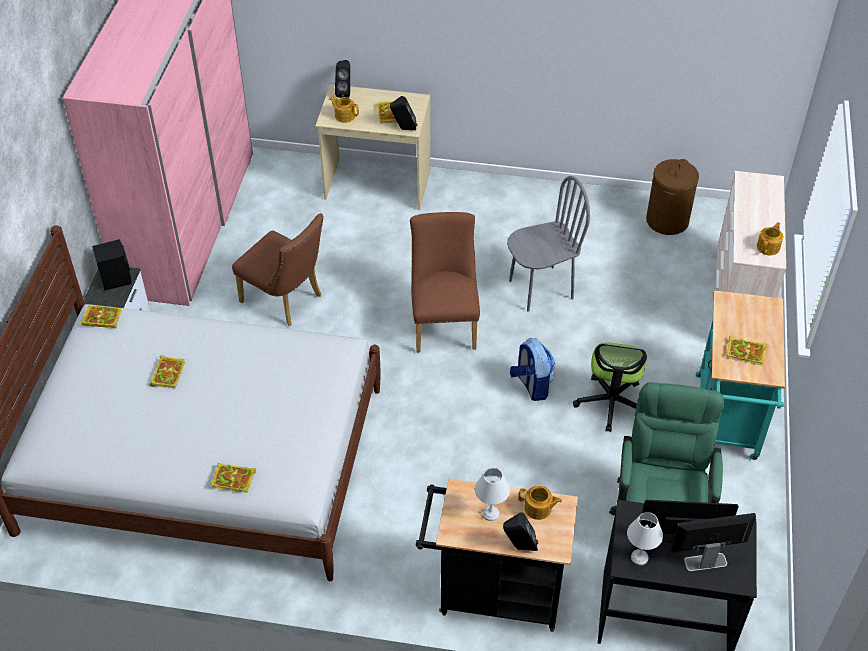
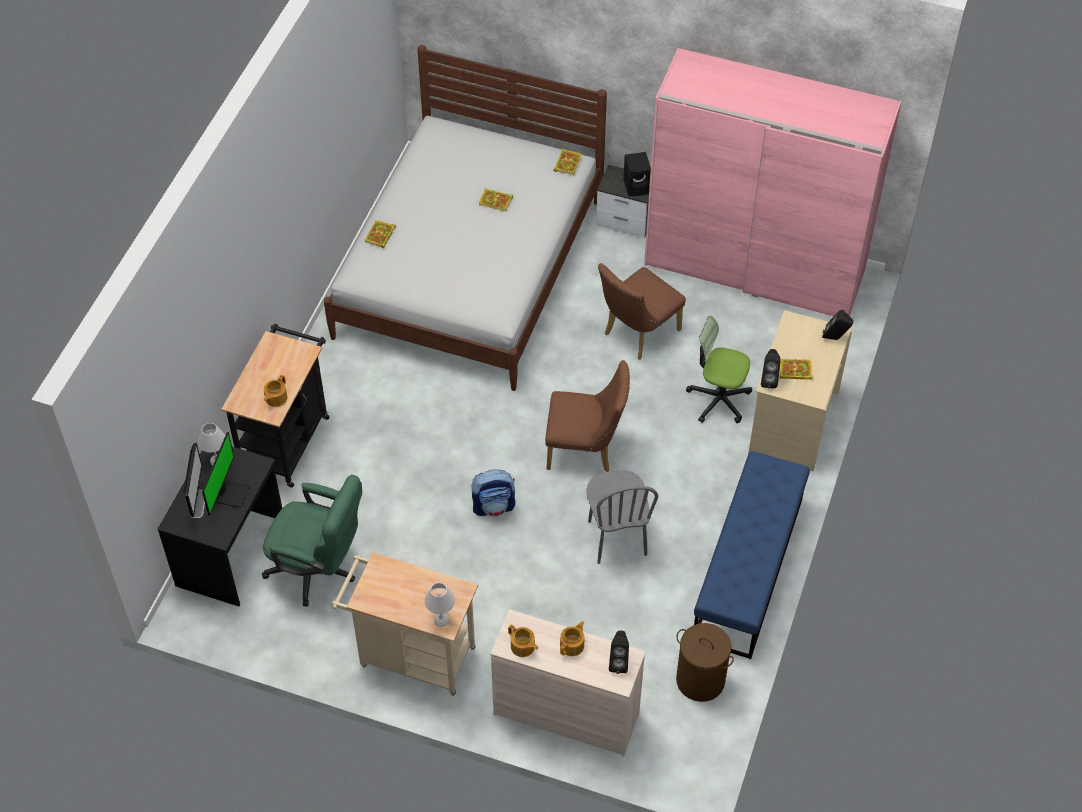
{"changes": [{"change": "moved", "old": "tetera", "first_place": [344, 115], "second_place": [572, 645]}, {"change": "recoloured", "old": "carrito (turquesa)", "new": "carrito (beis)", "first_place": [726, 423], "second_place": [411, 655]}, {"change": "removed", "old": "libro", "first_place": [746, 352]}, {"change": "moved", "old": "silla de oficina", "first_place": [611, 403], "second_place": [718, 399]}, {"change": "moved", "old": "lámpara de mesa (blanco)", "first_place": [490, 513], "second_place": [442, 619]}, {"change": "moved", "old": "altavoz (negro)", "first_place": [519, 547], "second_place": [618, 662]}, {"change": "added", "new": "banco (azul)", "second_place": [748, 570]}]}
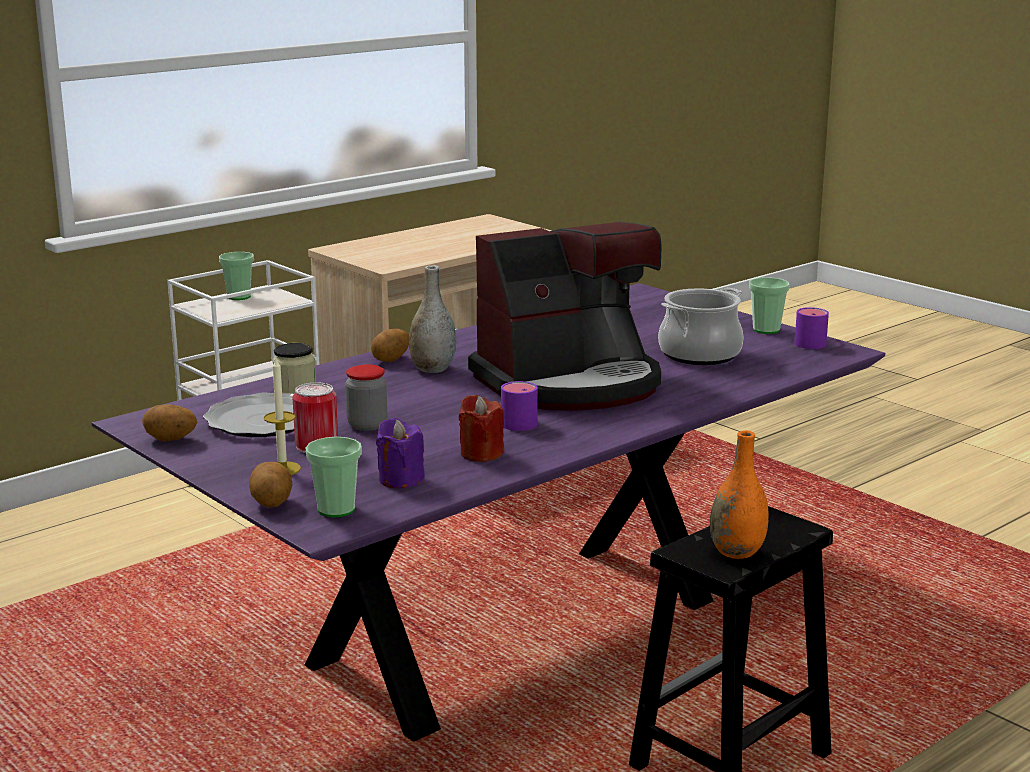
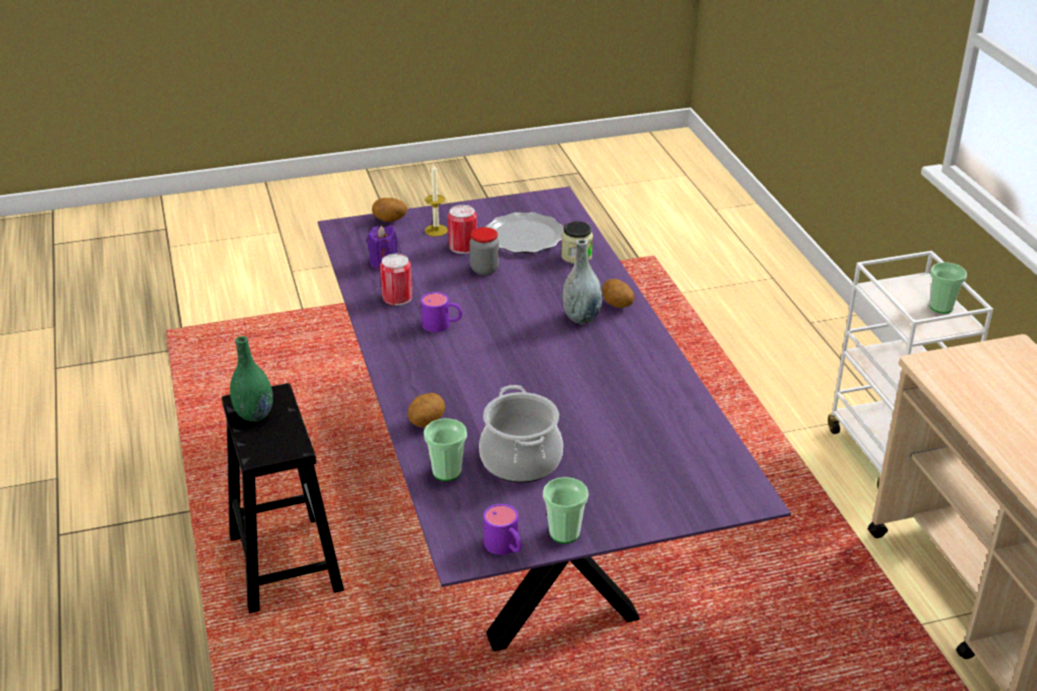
{"changes": [{"change": "removed", "old": "cafetera", "first_place": [570, 383]}, {"change": "replaced", "old": "vela (rojo)", "new": "lata", "first_place": [481, 454], "second_place": [397, 297]}, {"change": "moved", "old": "patata", "first_place": [170, 440], "second_place": [426, 422]}, {"change": "recoloured", "old": "florero (naranja)", "new": "florero (verde)", "first_place": [737, 552], "second_place": [254, 415]}, {"change": "moved", "old": "taza", "first_place": [336, 509], "second_place": [446, 472]}]}
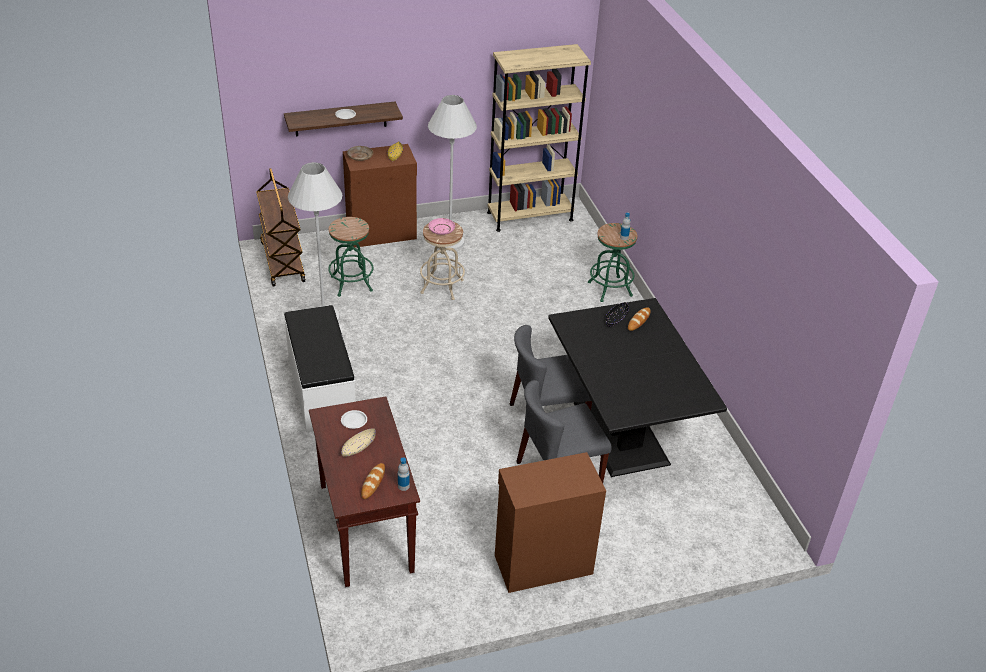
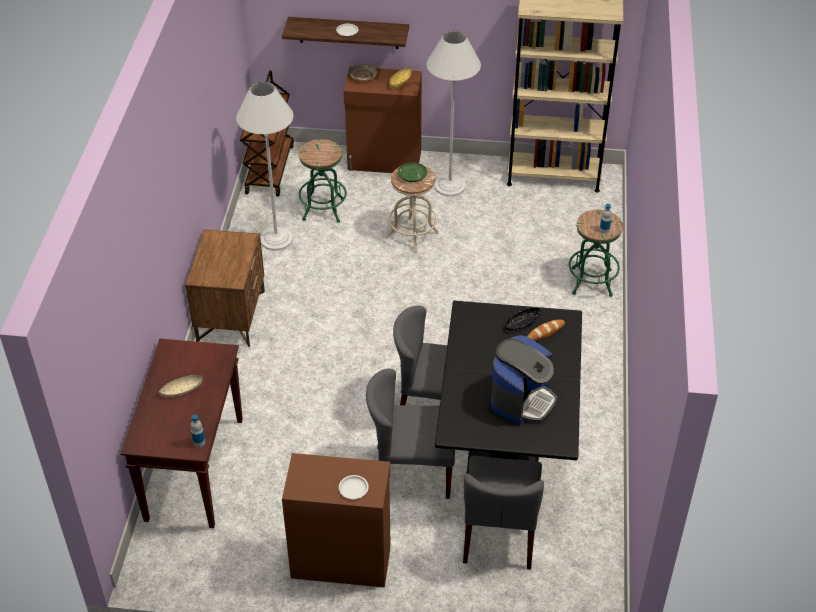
{"changes": [{"change": "recoloured", "old": "plato (rosa)", "new": "plato (verde)", "first_place": [441, 230], "second_place": [412, 176]}, {"change": "replaced", "old": "banco (blanco)", "new": "mesita de noche (marrón)", "first_place": [320, 390], "second_place": [231, 316]}, {"change": "moved", "old": "plato (blanco)", "first_place": [353, 421], "second_place": [353, 488]}, {"change": "removed", "old": "pan", "first_place": [373, 482]}, {"change": "added", "new": "cafetera", "second_place": [522, 400]}, {"change": "added", "new": "silla (gris)", "second_place": [499, 534]}]}
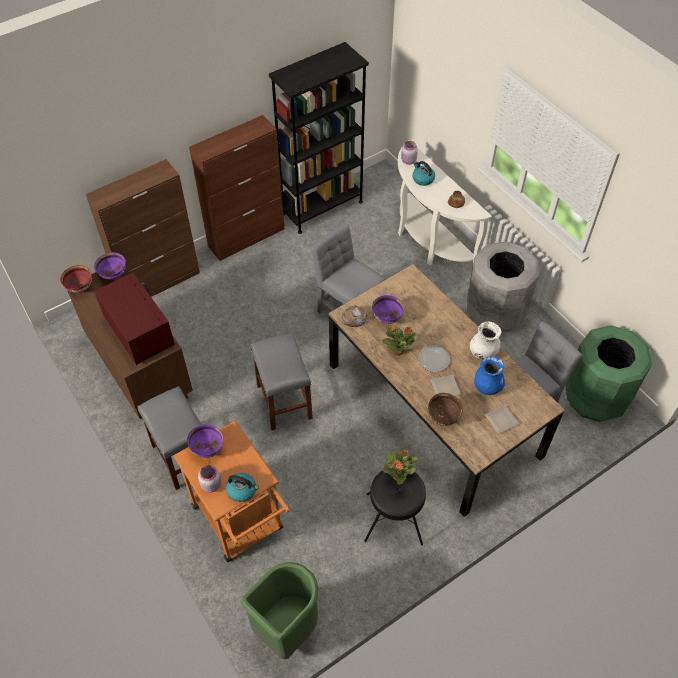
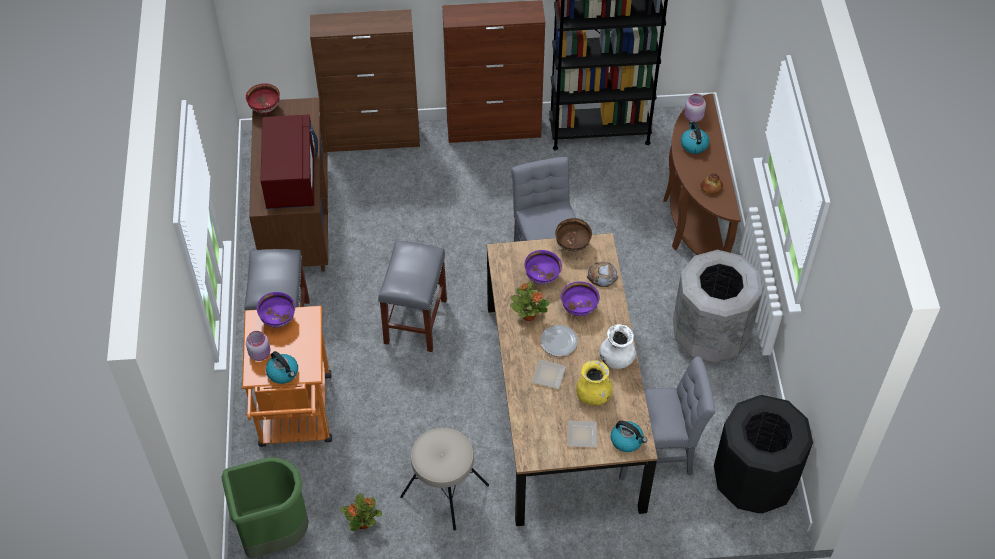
{"changes": [{"change": "recoloured", "old": "mesa consola (blanco)", "new": "mesa consola (marrón)", "first_place": [427, 241], "second_place": [692, 221]}, {"change": "moved", "old": "cuenco (morado)", "first_place": [113, 275], "second_place": [579, 309]}, {"change": "moved", "old": "pan", "first_place": [354, 318], "second_place": [602, 276]}, {"change": "recoloured", "old": "papelera (verde)", "new": "papelera (negro)", "first_place": [595, 398], "second_place": [754, 482]}, {"change": "recoloured", "old": "florero (azul)", "new": "florero (amarillo)", "first_place": [487, 386], "second_place": [593, 395]}, {"change": "moved", "old": "cuenco (marrón)", "first_place": [443, 417], "second_place": [573, 245]}, {"change": "moved", "old": "planta en maceta", "first_place": [398, 475], "second_place": [363, 523]}, {"change": "recoloured", "old": "taburete (negro)", "new": "taburete (beis)", "first_place": [394, 519], "second_place": [444, 491]}, {"change": "added", "new": "hervidor", "second_place": [627, 440]}]}
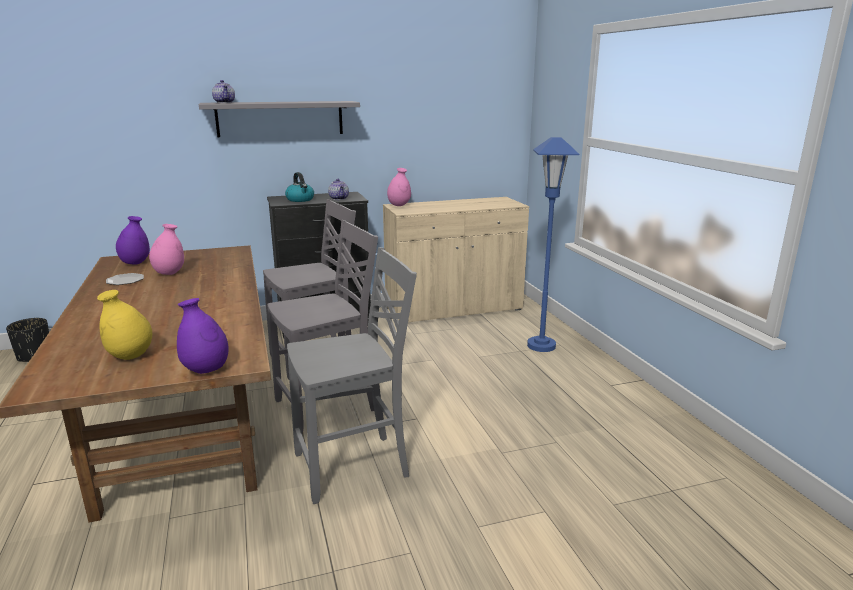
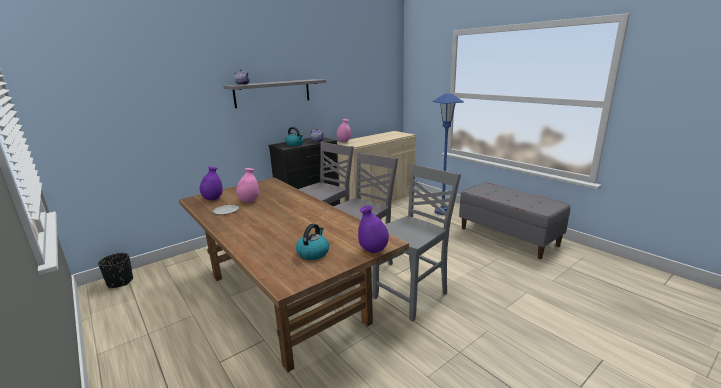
{"changes": [{"change": "replaced", "old": "florero (amarillo)", "new": "hervidor", "first_place": [130, 356], "second_place": [313, 253]}, {"change": "added", "new": "banco (gris)", "second_place": [508, 236]}]}
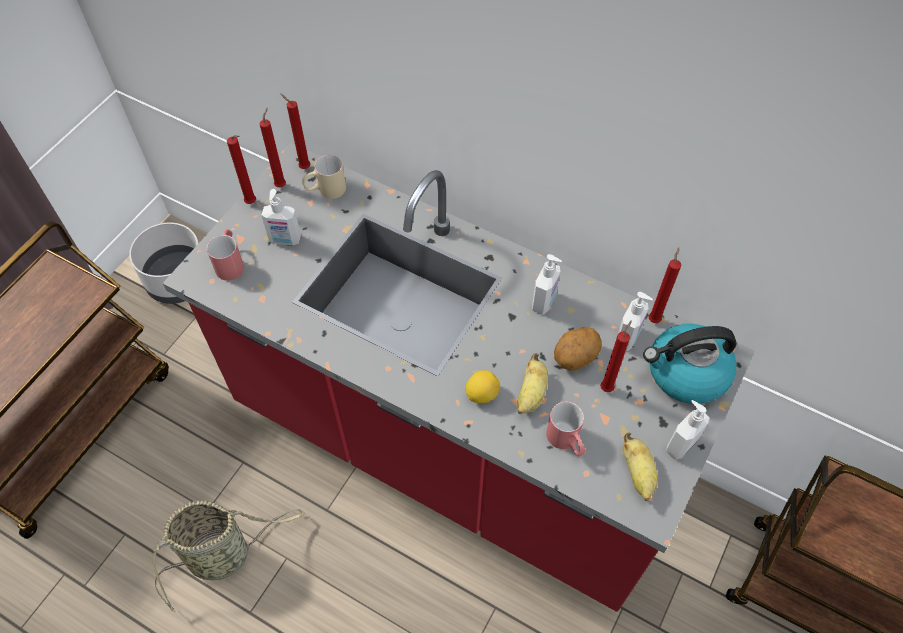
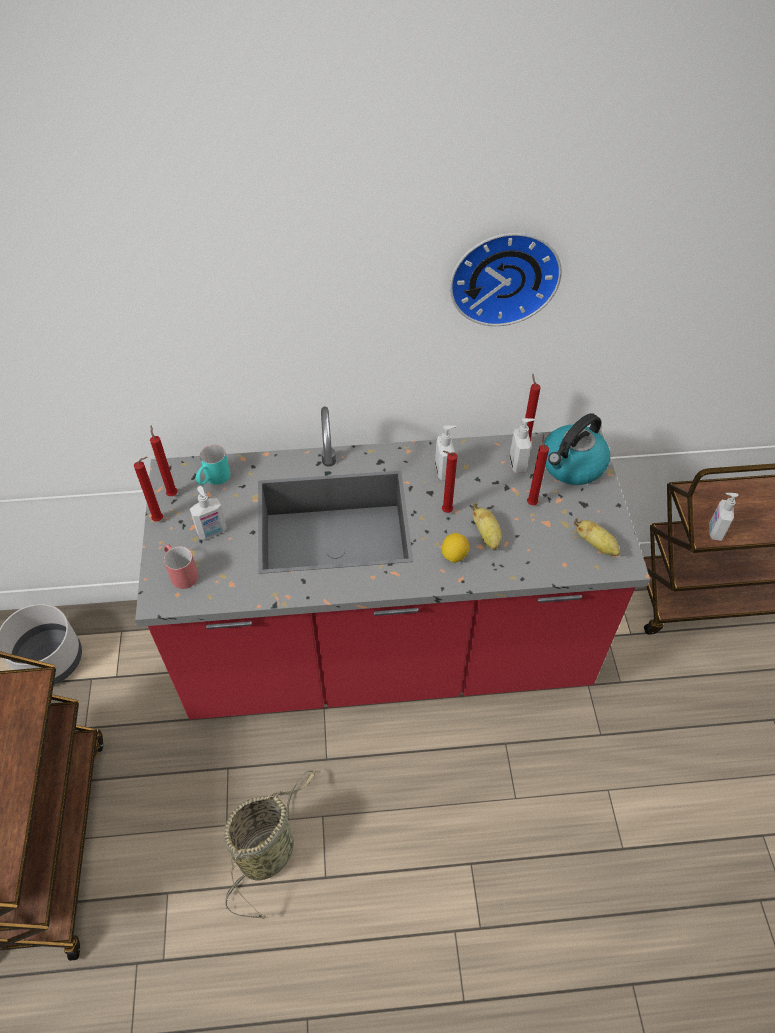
{"changes": [{"change": "moved", "old": "vela (rojo)", "first_place": [303, 167], "second_place": [445, 511]}, {"change": "recoloured", "old": "taza grande (beis)", "new": "taza grande (turquesa)", "first_place": [325, 190], "second_place": [213, 479]}, {"change": "removed", "old": "patata", "first_place": [575, 357]}, {"change": "moved", "old": "dispensador de jabón", "first_place": [680, 444], "second_place": [714, 531]}, {"change": "removed", "old": "taza grande (rojo)", "first_place": [566, 442]}, {"change": "added", "new": "reloj de pared", "second_place": [503, 275]}]}
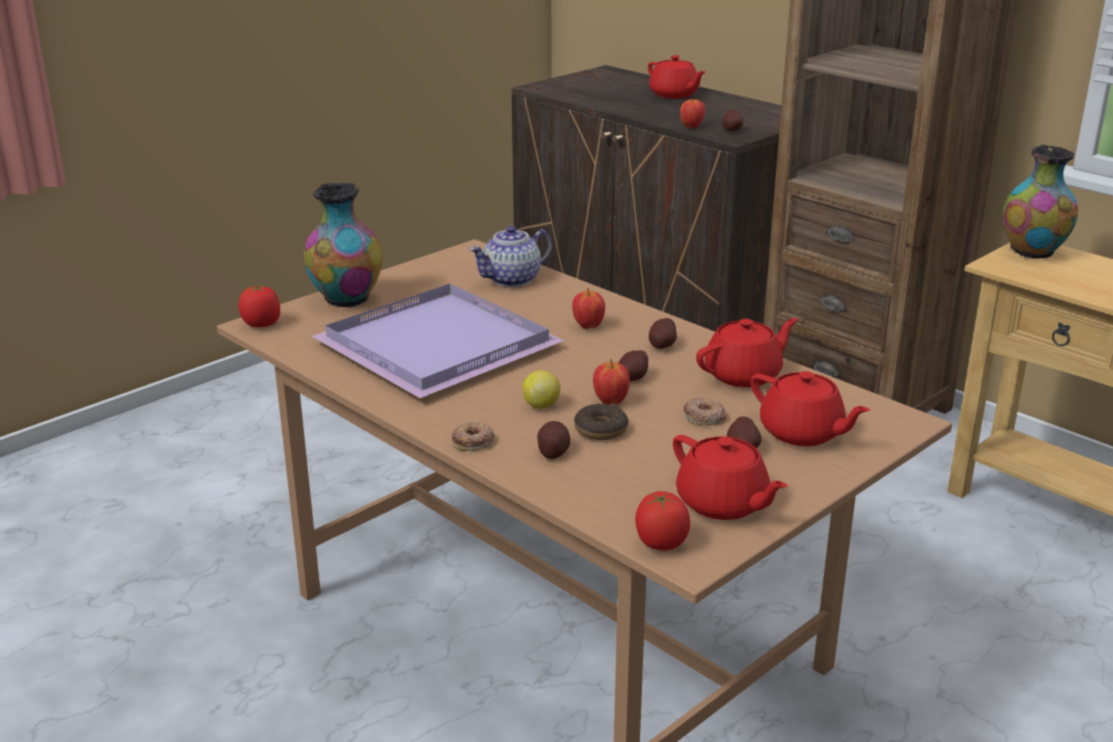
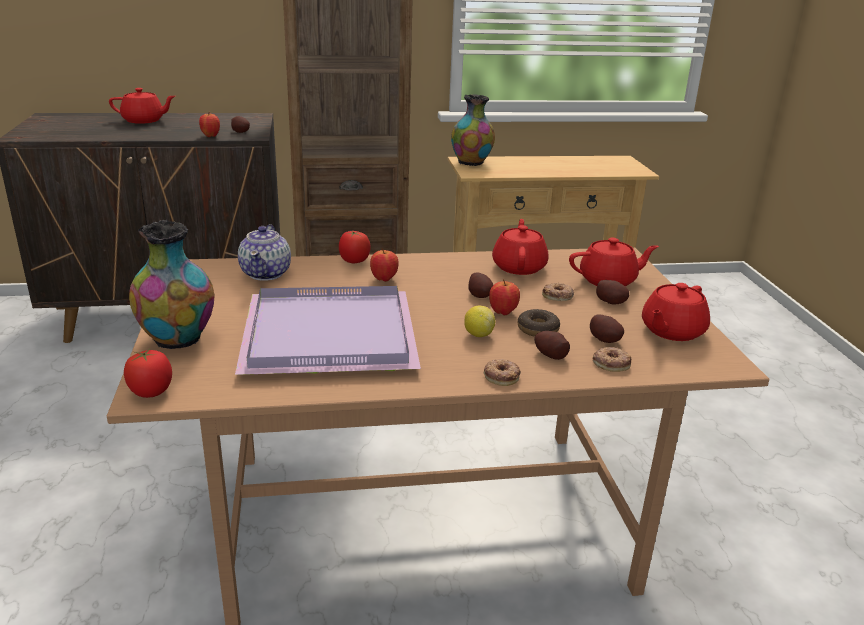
{"changes": [{"change": "moved", "old": "patata", "first_place": [662, 345], "second_place": [605, 339]}, {"change": "turned", "old": "tetera (rojo)", "first_place": [723, 504], "second_place": [671, 331], "degrees": 135}, {"change": "moved", "old": "tomate", "first_place": [660, 543], "second_place": [354, 261]}, {"change": "added", "new": "rosquilla", "second_place": [611, 363]}]}
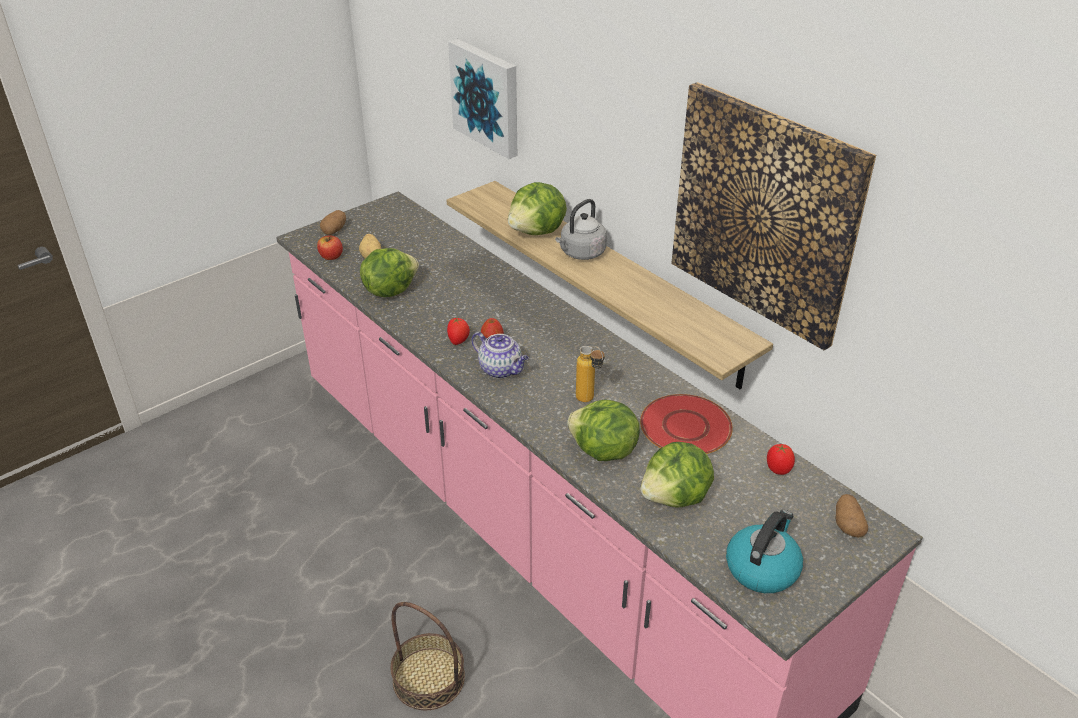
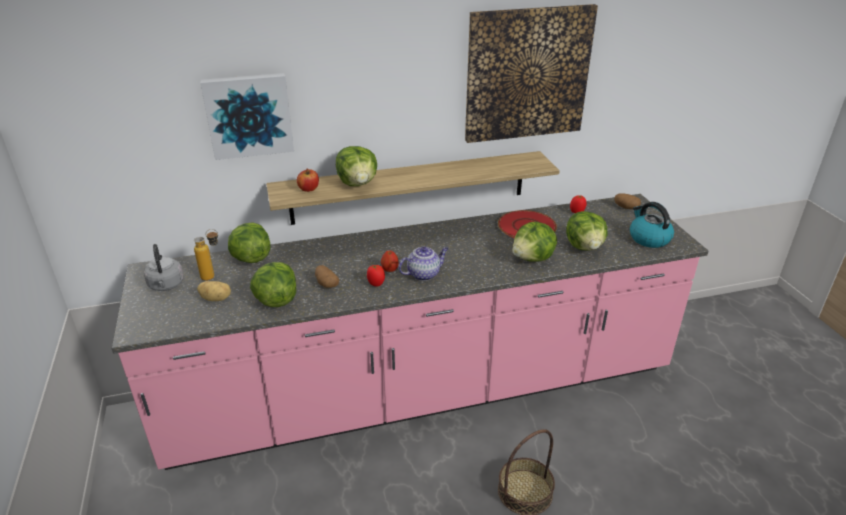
{"changes": [{"change": "moved", "old": "hervidor (gris)", "first_place": [581, 253], "second_place": [166, 285]}, {"change": "moved", "old": "patata", "first_place": [334, 230], "second_place": [326, 284]}, {"change": "moved", "old": "manzana", "first_place": [331, 256], "second_place": [309, 189]}, {"change": "moved", "old": "botella", "first_place": [589, 401], "second_place": [213, 276]}, {"change": "added", "new": "lechuga", "second_place": [251, 258]}]}
